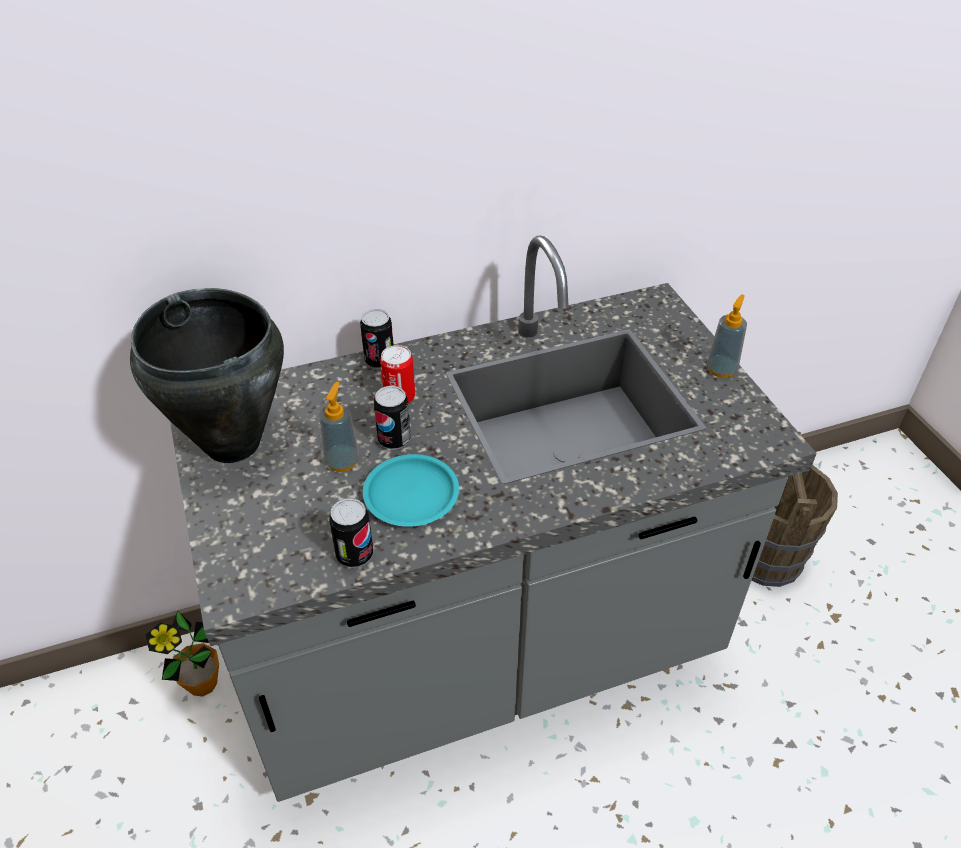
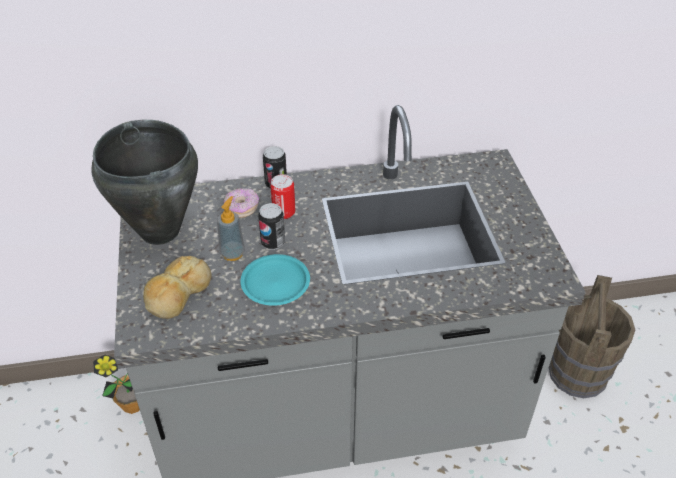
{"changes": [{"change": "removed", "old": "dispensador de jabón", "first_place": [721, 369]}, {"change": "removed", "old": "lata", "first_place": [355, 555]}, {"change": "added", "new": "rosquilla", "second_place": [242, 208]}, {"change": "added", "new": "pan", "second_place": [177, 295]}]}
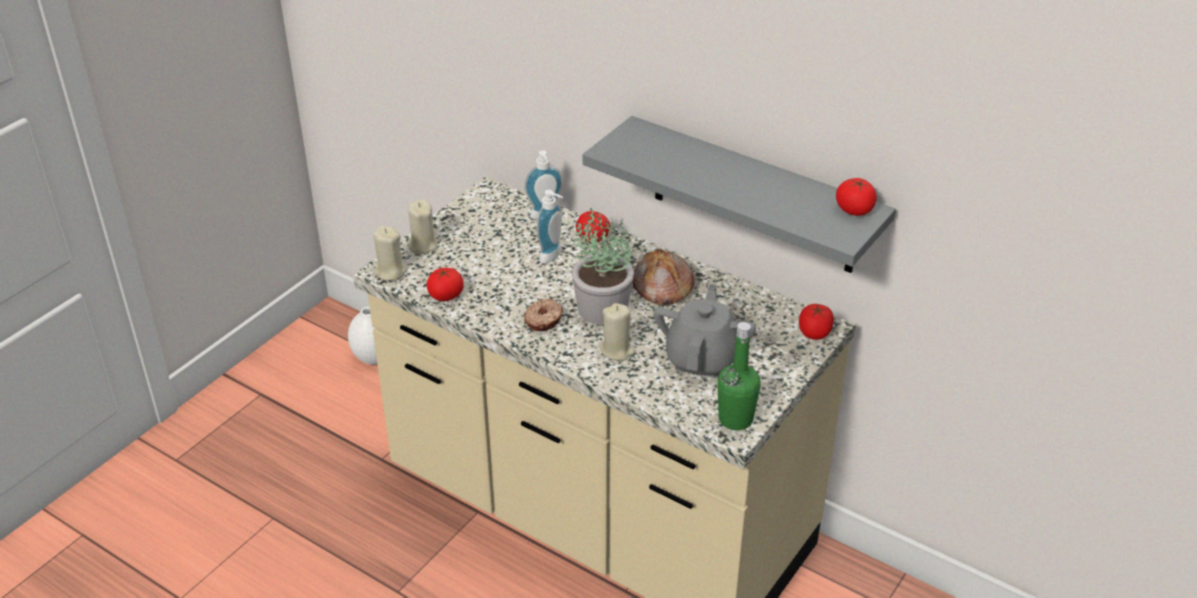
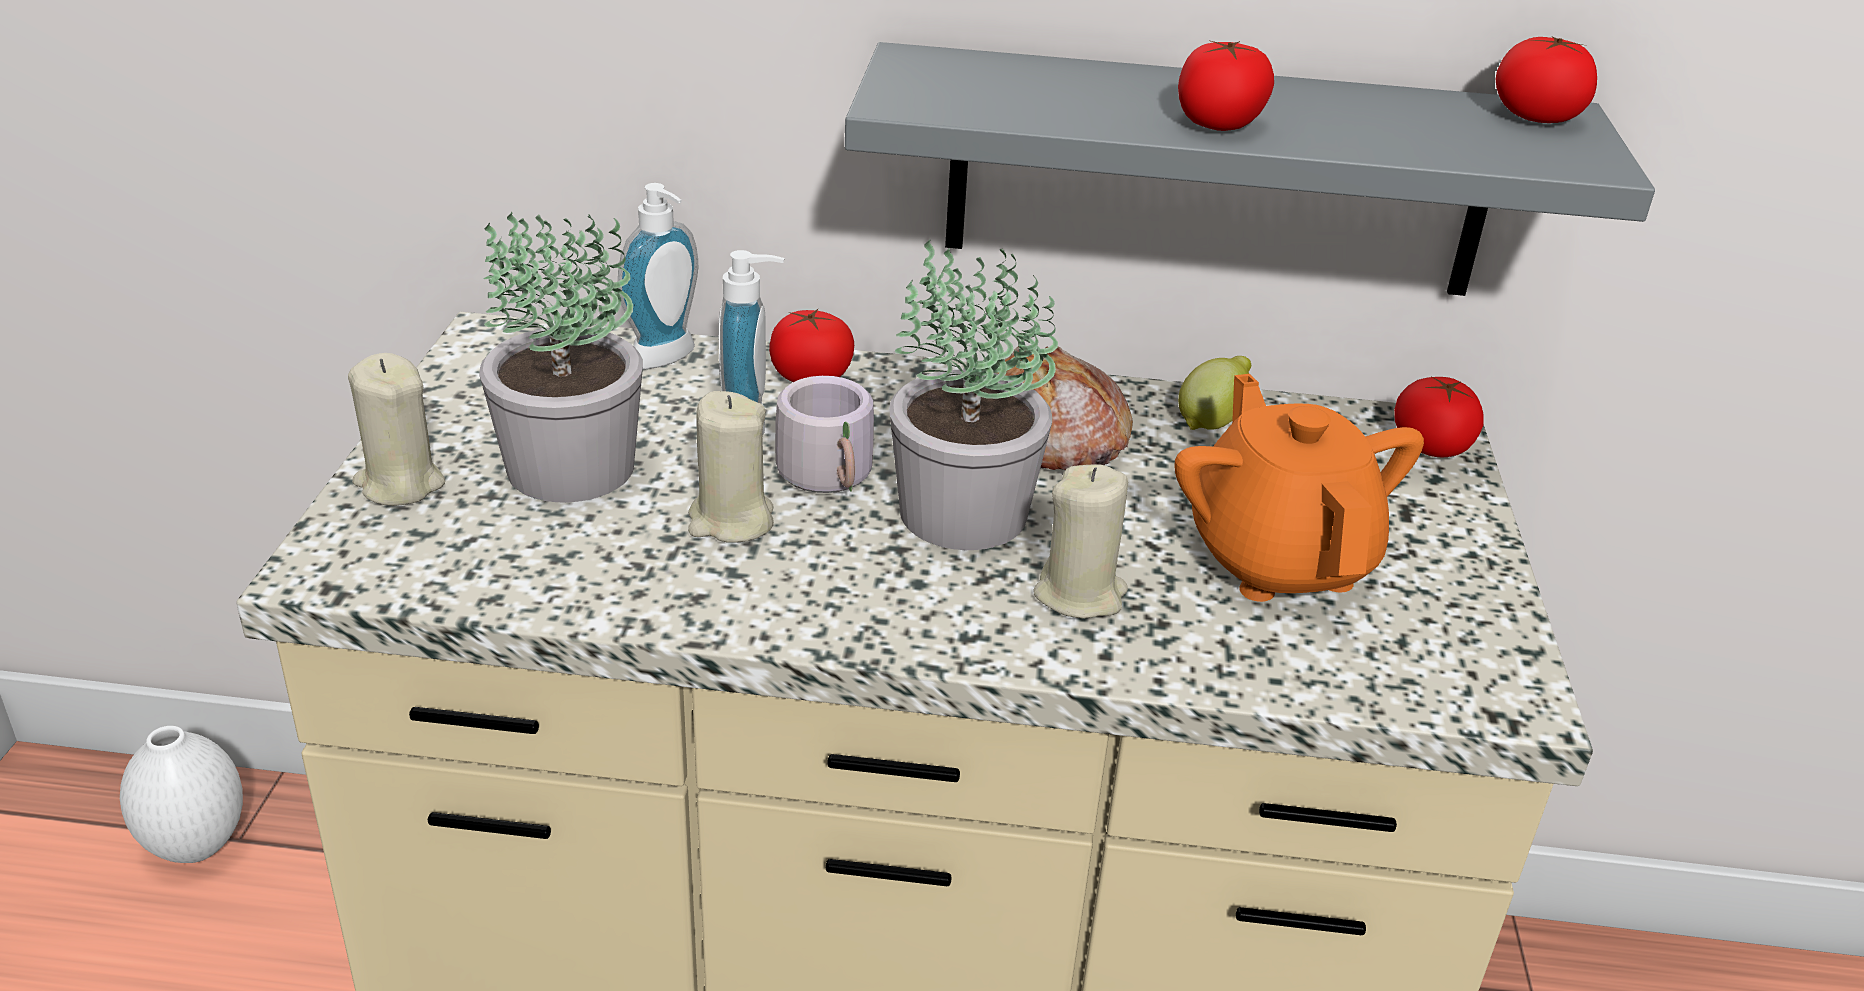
{"changes": [{"change": "moved", "old": "vela (beis)", "first_place": [390, 272], "second_place": [730, 521]}, {"change": "moved", "old": "tomate", "first_place": [446, 295], "second_place": [1218, 123]}, {"change": "recoloured", "old": "tetera (gris)", "new": "tetera (naranja)", "first_place": [702, 359], "second_place": [1279, 559]}, {"change": "removed", "old": "rosquilla", "first_place": [544, 320]}, {"change": "removed", "old": "botella (verde)", "first_place": [735, 419]}, {"change": "added", "new": "planta en maceta", "second_place": [572, 469]}, {"change": "added", "new": "limón", "second_place": [1211, 422]}, {"change": "added", "new": "taza grande (gris)", "second_place": [834, 477]}]}
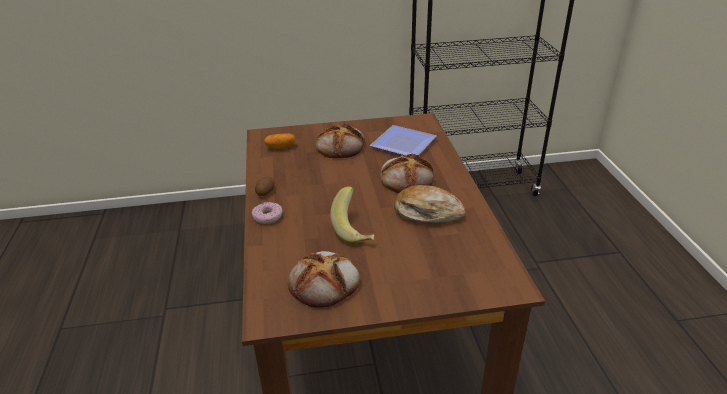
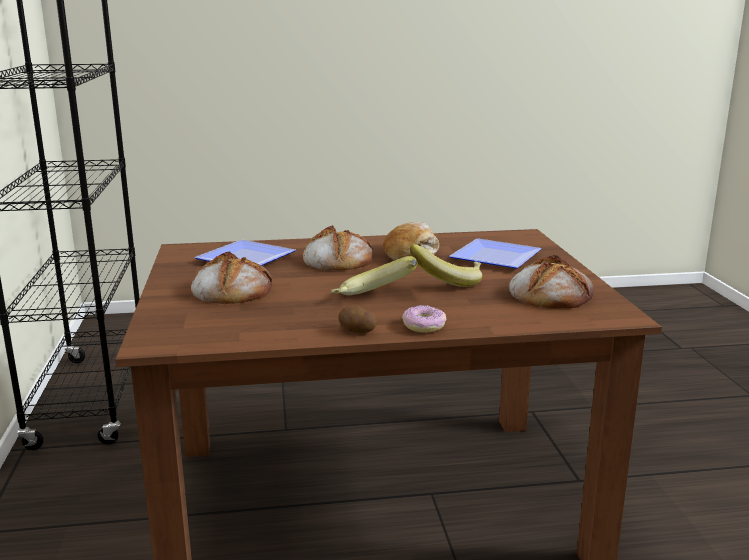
{"changes": [{"change": "removed", "old": "patata", "first_place": [280, 147]}, {"change": "added", "new": "plato", "second_place": [497, 258]}, {"change": "added", "new": "plátano", "second_place": [373, 299]}]}
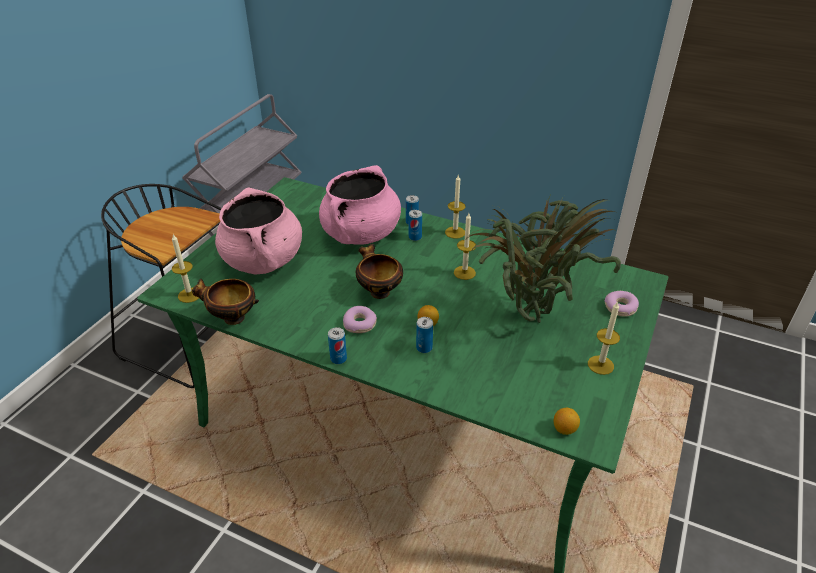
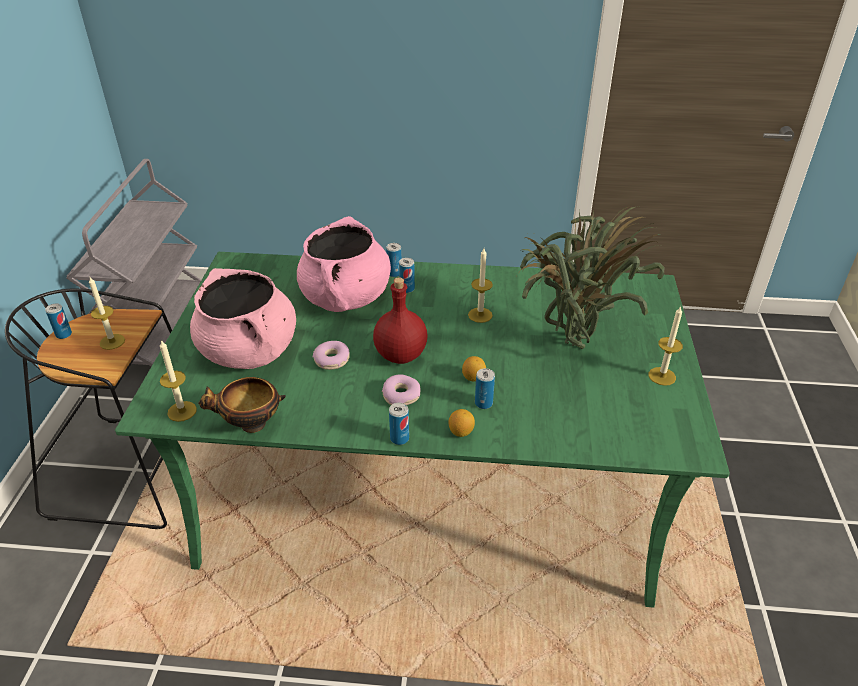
{"changes": [{"change": "moved", "old": "vela", "first_place": [455, 232], "second_place": [112, 341]}, {"change": "replaced", "old": "cuenco", "new": "botella (rojo)", "first_place": [378, 291], "second_place": [401, 355]}, {"change": "moved", "old": "rosquilla", "first_place": [620, 308], "second_place": [332, 360]}, {"change": "moved", "old": "limón", "first_place": [564, 429], "second_place": [461, 432]}, {"change": "added", "new": "lata", "second_place": [64, 334]}]}
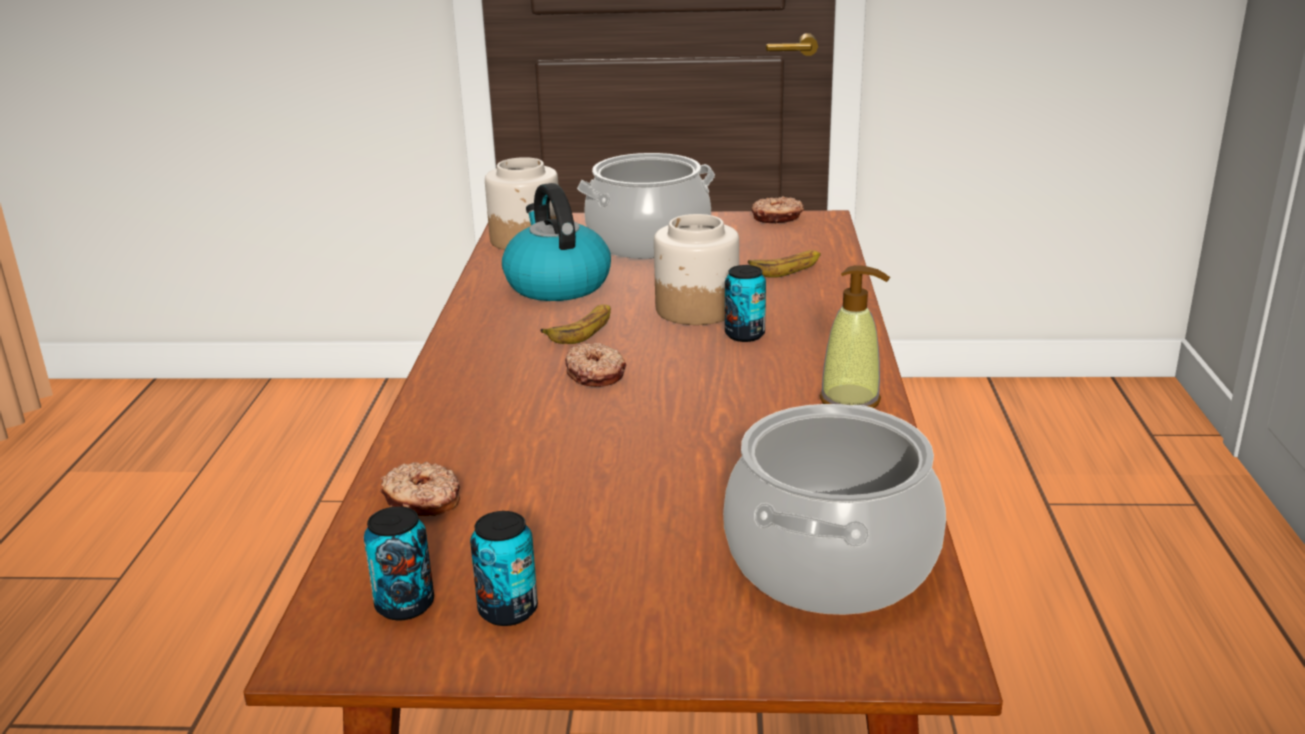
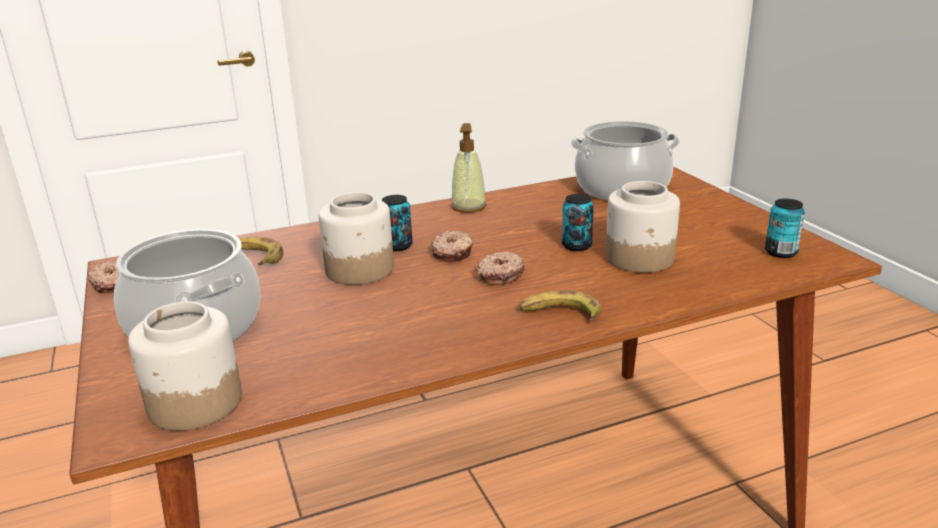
{"changes": [{"change": "removed", "old": "hervidor", "first_place": [556, 284]}, {"change": "moved", "old": "plátano", "first_place": [582, 330], "second_place": [560, 314]}, {"change": "moved", "old": "rosquilla", "first_place": [422, 501], "second_place": [453, 253]}, {"change": "moved", "old": "lata", "first_place": [508, 610], "second_place": [576, 246]}, {"change": "added", "new": "tarro", "second_place": [640, 258]}]}
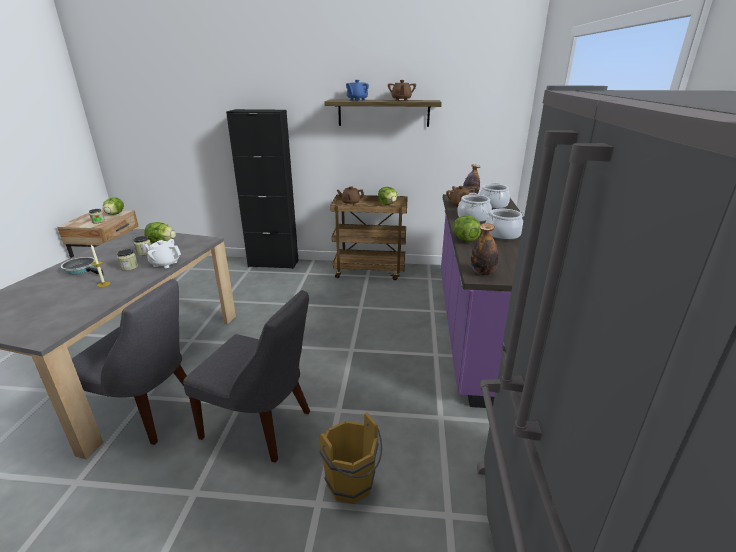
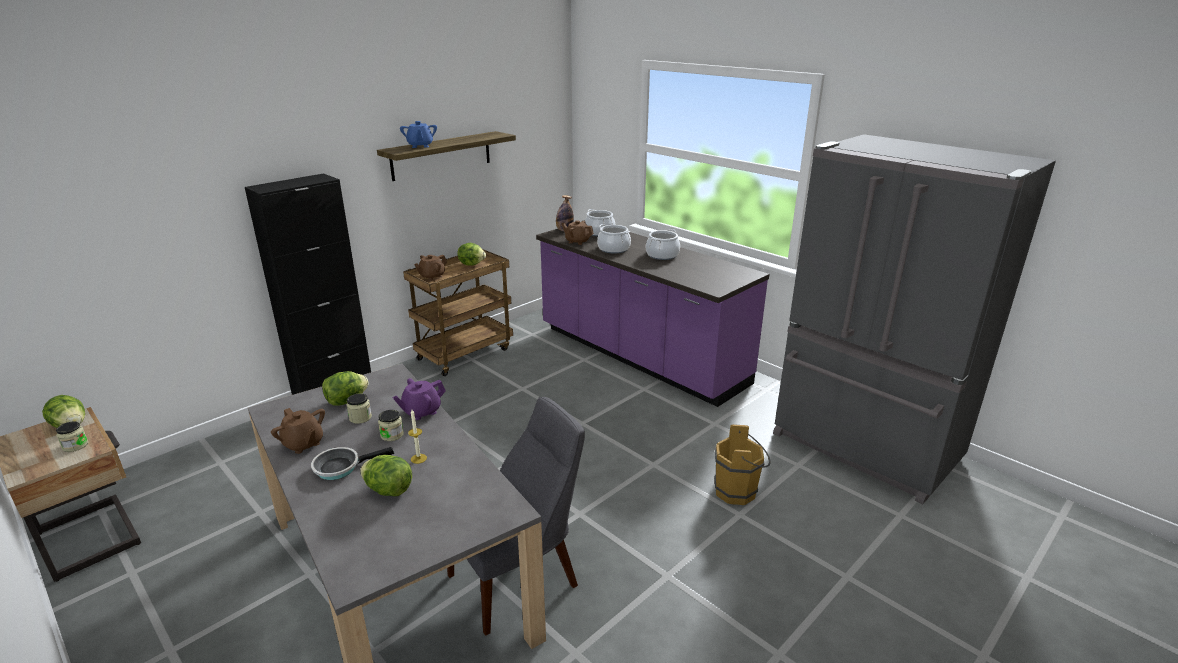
{"changes": [{"change": "moved", "old": "tetera (marrón)", "first_place": [401, 100], "second_place": [303, 444]}, {"change": "moved", "old": "lechuga", "first_place": [465, 239], "second_place": [388, 490]}, {"change": "removed", "old": "botella", "first_place": [482, 272]}, {"change": "recoloured", "old": "tetera (blanco)", "new": "tetera (morado)", "first_place": [165, 263], "second_place": [421, 411]}, {"change": "removed", "old": "silla (gris)", "first_place": [261, 425]}]}
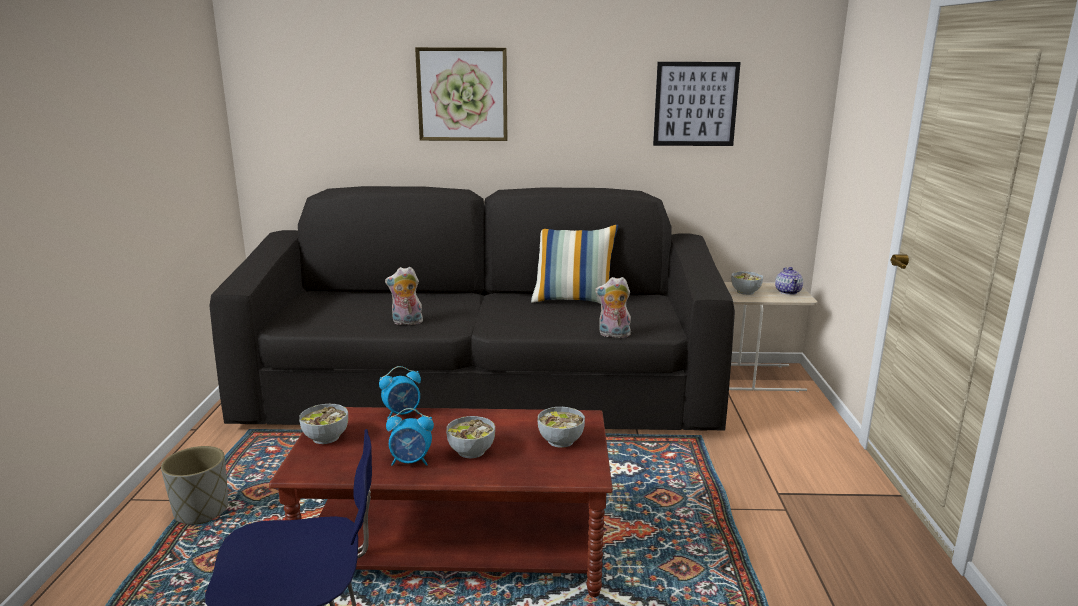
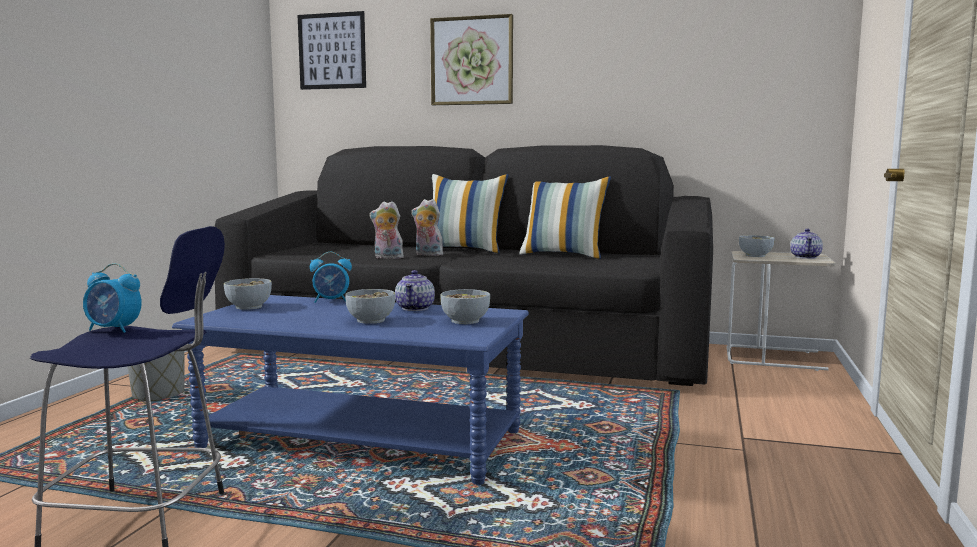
{"changes": [{"change": "moved", "old": "cuadro", "first_place": [695, 104], "second_place": [332, 51]}, {"change": "moved", "old": "peluche", "first_place": [613, 335], "second_place": [427, 255]}, {"change": "recoloured", "old": "mesa de centro (marrón)", "new": "mesa de centro (azul)", "first_place": [456, 551], "second_place": [362, 441]}, {"change": "moved", "old": "despertador", "first_place": [411, 461], "second_place": [114, 329]}, {"change": "added", "new": "cojín", "second_place": [465, 250]}, {"change": "added", "new": "tetera", "second_place": [415, 308]}]}
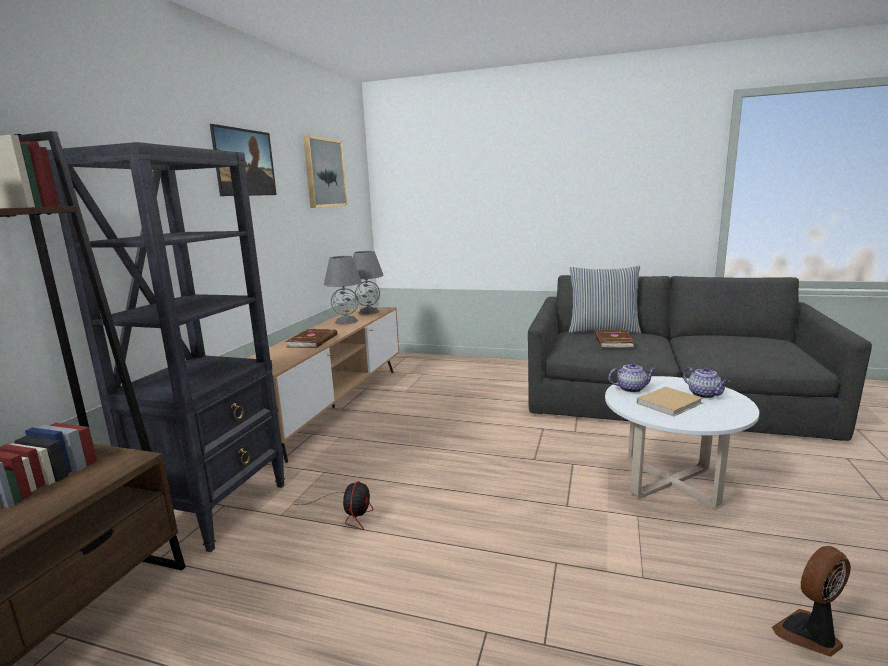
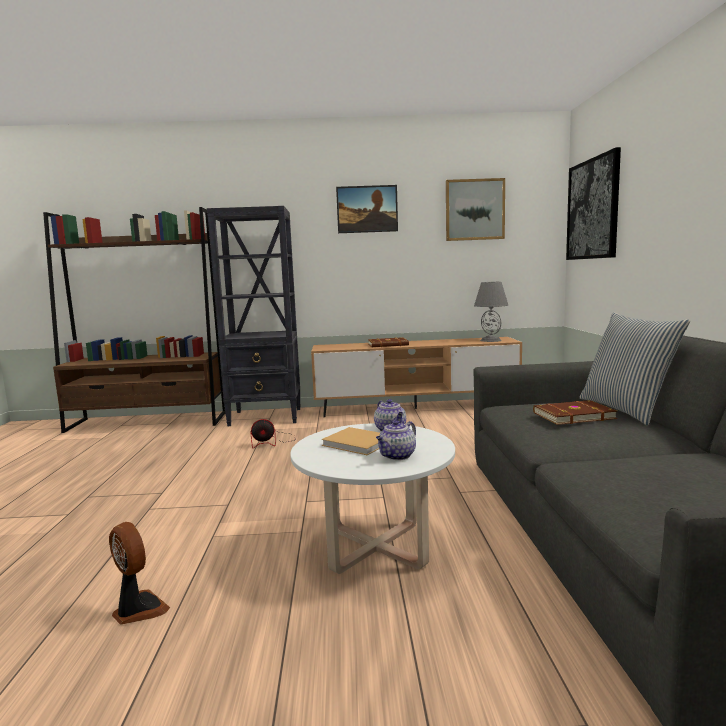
{"changes": [{"change": "removed", "old": "lámpara de mesa (gris)", "first_place": [346, 321]}, {"change": "added", "new": "cuadro", "second_place": [592, 209]}]}
